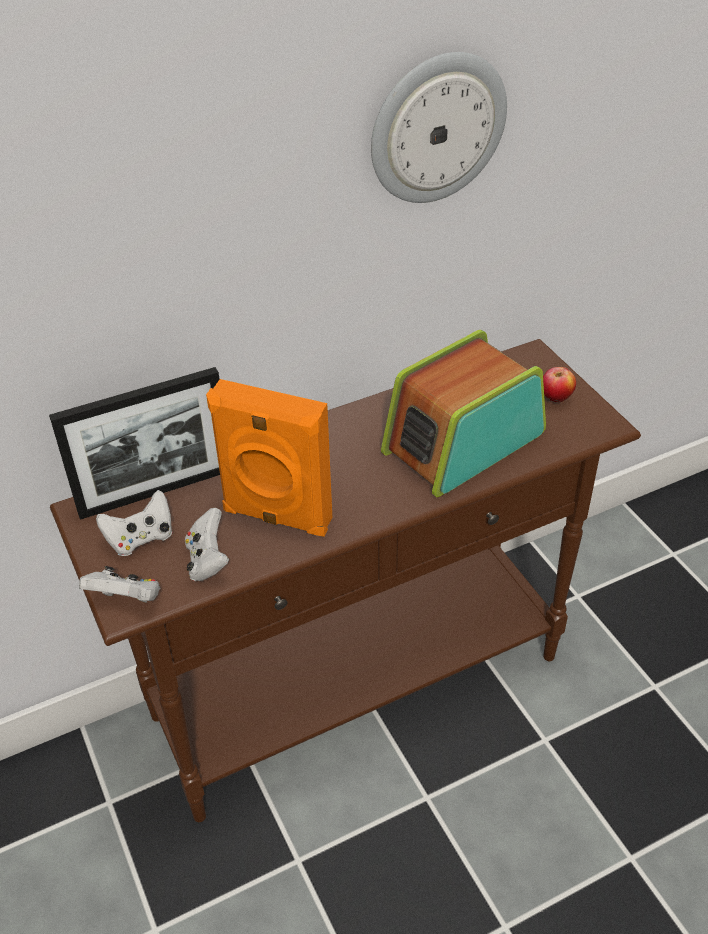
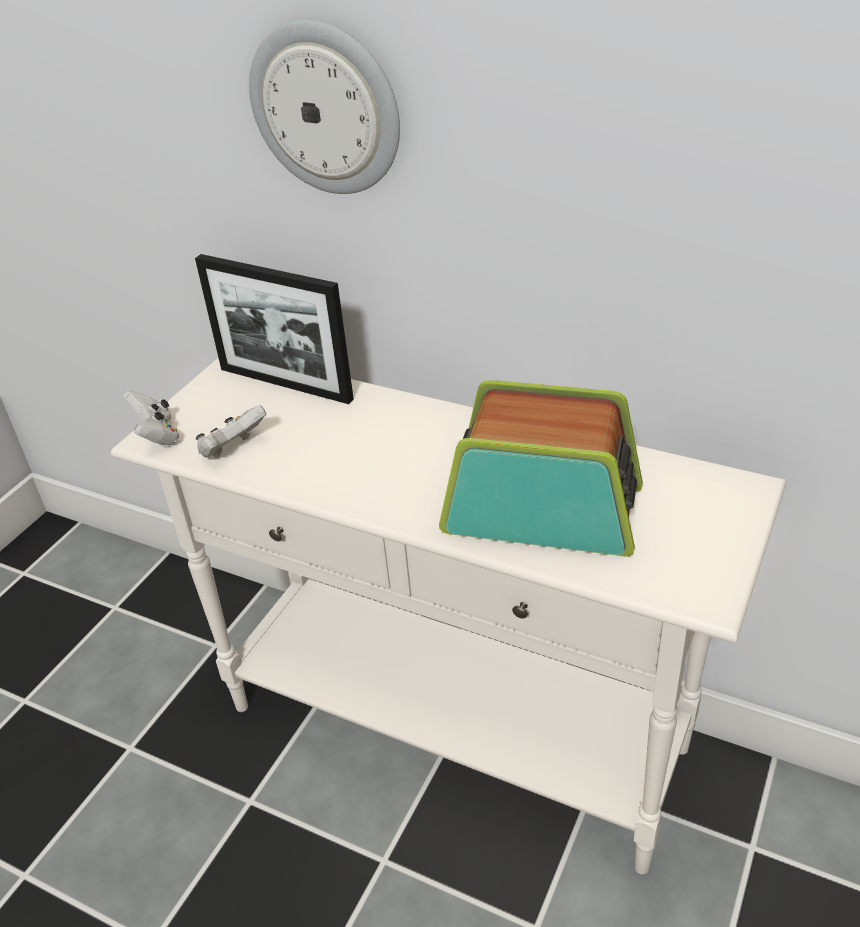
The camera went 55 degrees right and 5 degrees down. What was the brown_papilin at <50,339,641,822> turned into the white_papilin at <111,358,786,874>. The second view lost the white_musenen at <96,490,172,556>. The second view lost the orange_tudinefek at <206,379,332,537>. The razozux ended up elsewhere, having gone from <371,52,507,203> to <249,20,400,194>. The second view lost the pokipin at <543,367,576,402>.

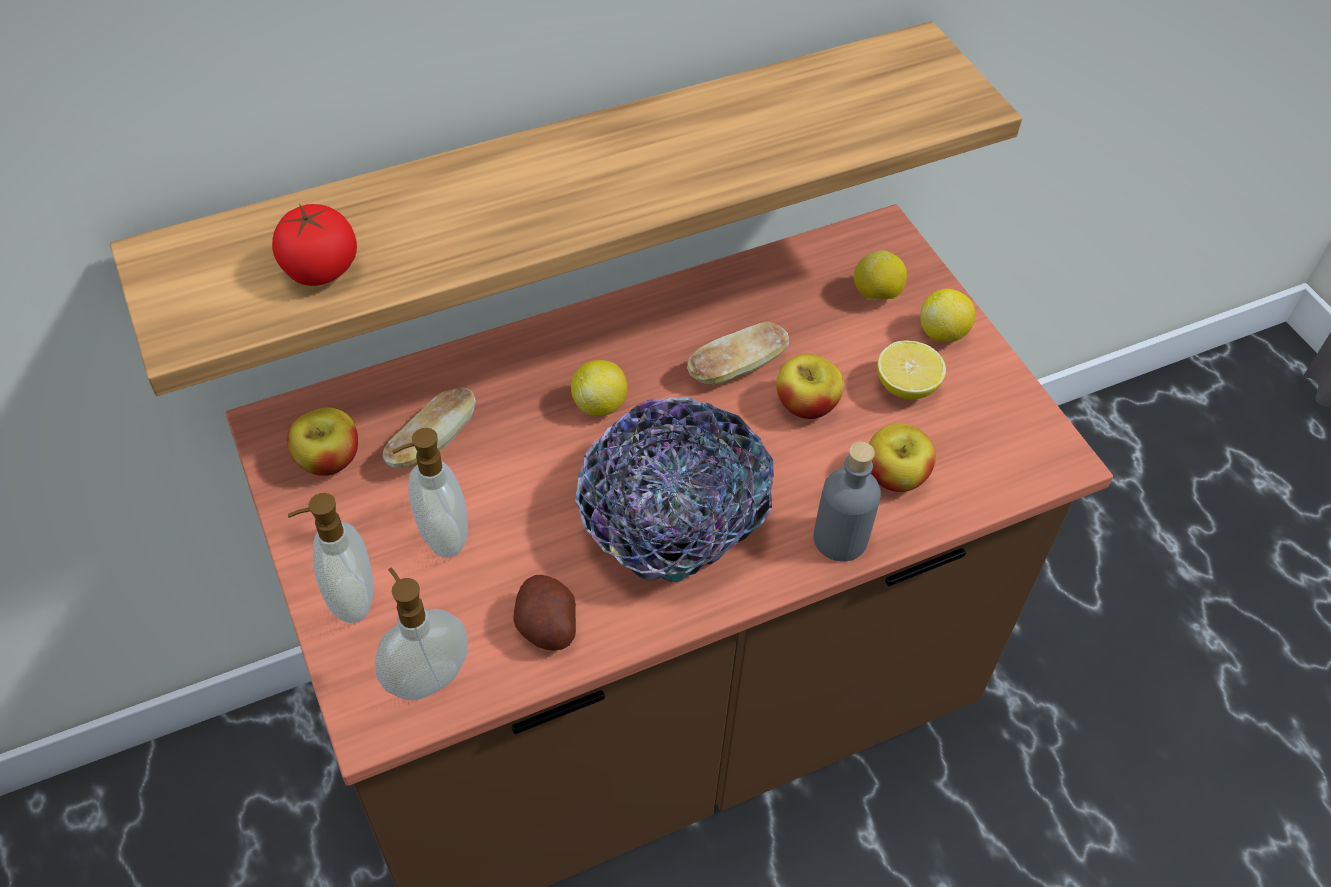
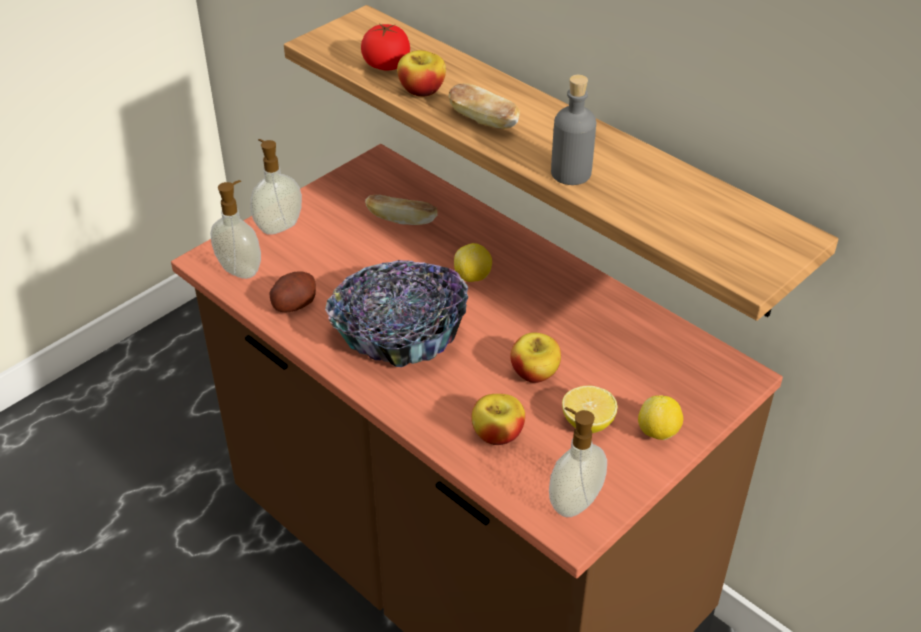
The camera went 70 degrees right and 10 degrees down. The pokipin ended up elsewhere, having gone from <287,407,358,476> to <397,50,446,97>. The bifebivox ended up elsewhere, having gone from <392,428,468,558> to <549,407,607,517>. The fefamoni ended up elsewhere, having gone from <687,321,789,385> to <448,83,520,129>. The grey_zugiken ended up elsewhere, having gone from <813,442,881,562> to <551,75,596,185>. The second view lost the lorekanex at <854,250,907,300>.

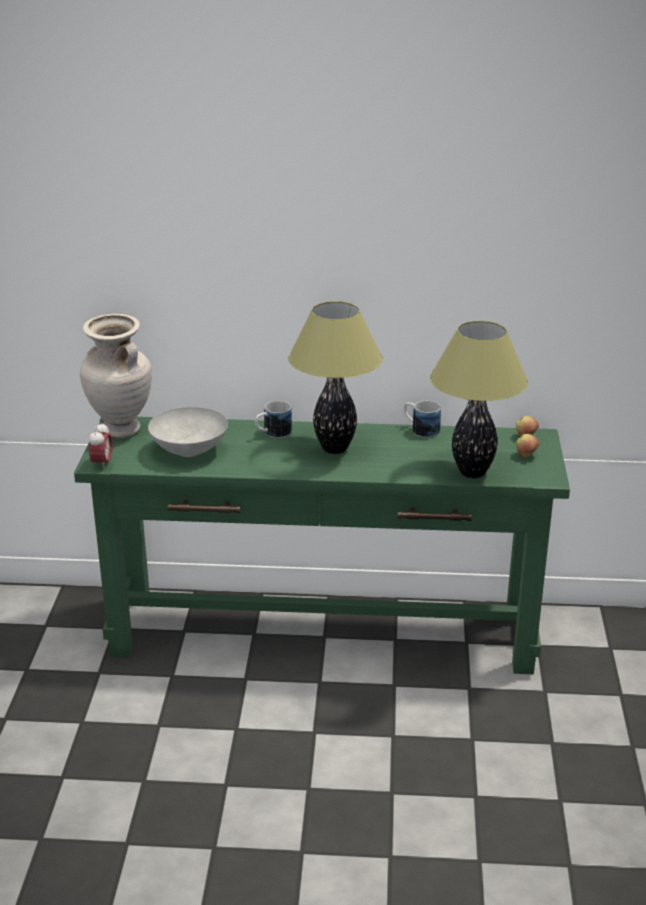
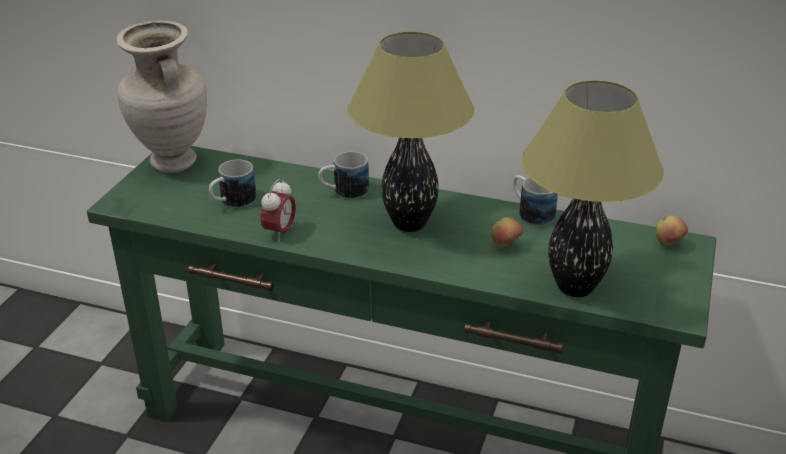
The camera went 15 degrees right and 5 degrees up. The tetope ended up elsewhere, having gone from <89,421,113,470> to <261,179,296,241>. Where the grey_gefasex stood at <148,407,228,457>, the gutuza came to stand at <209,159,256,208>. The pokipin ended up elsewhere, having gone from <516,434,539,458> to <492,217,523,248>.

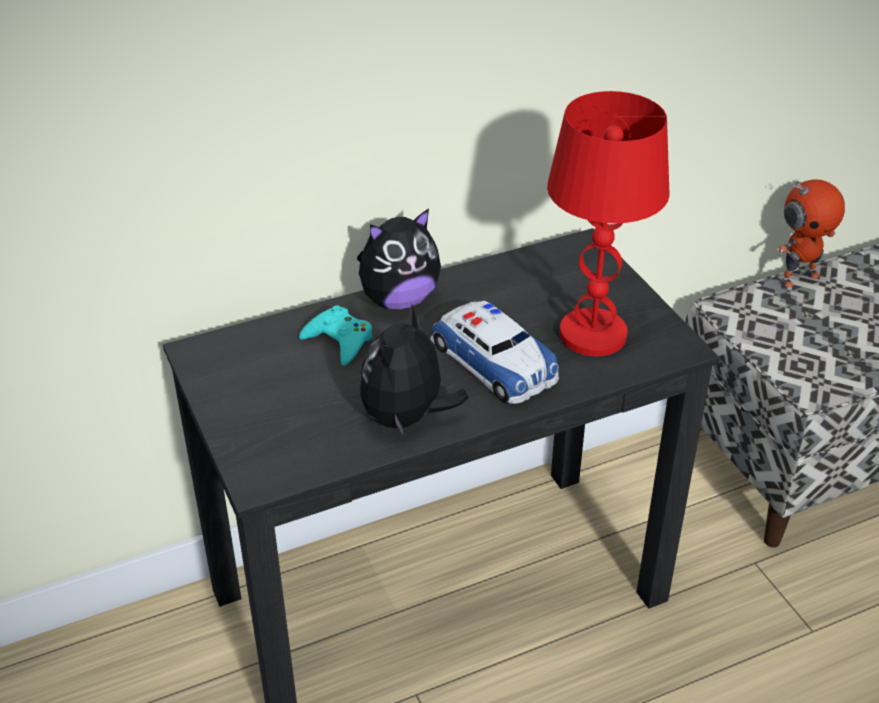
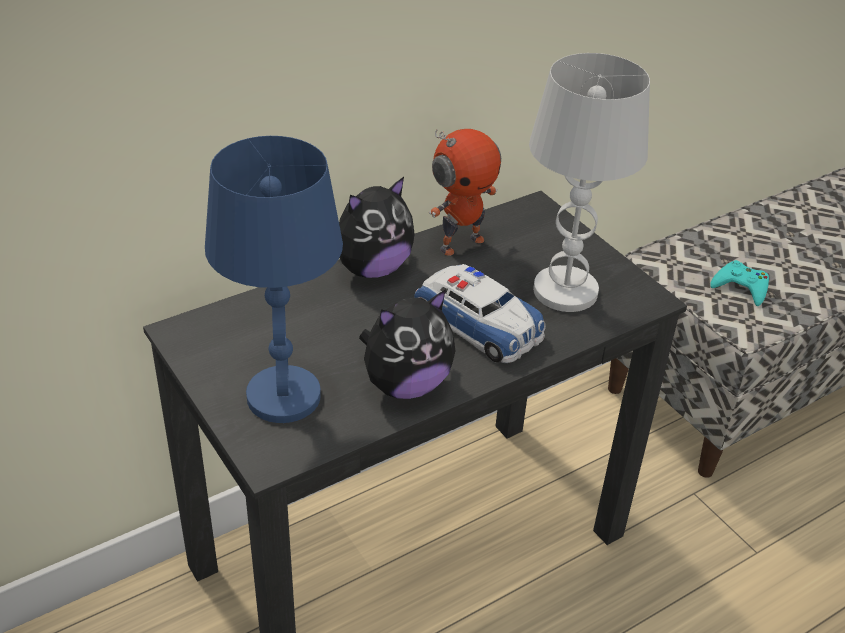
The camera went 10 degrees left and 0 degrees up. The turquoise_musenen ended up elsewhere, having gone from <299,305,372,366> to <710,260,769,306>. The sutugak at <360,304,469,436> ended up facing another way, 135 degrees counterclockwise from before. What was the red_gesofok at <547,91,670,356> turned into the white_gesofok at <529,53,650,312>. The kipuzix ended up elsewhere, having gone from <777,180,845,288> to <429,129,501,256>. The second view gained the blue_gesofok at <205,136,343,423>.

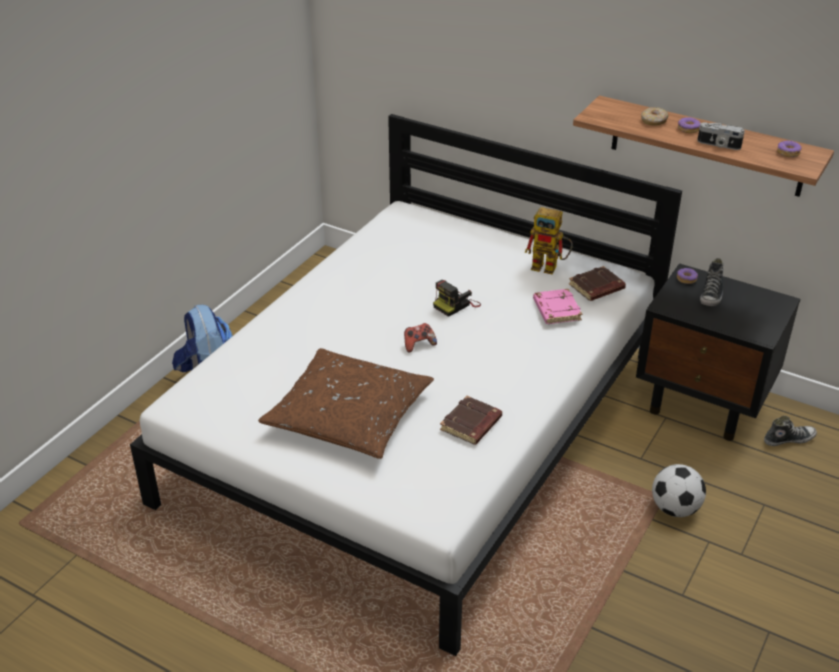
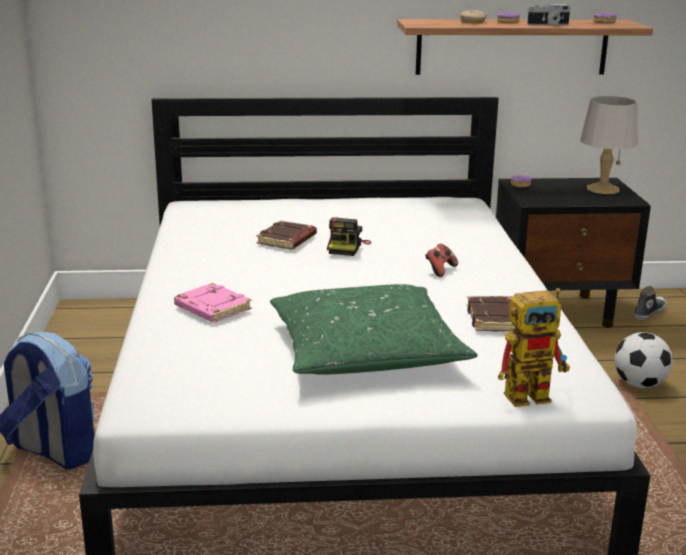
The camera went 35 degrees left and 15 degrees down. What was the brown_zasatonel at <258,348,434,459> turned into the green_zasatonel at <270,284,478,375>. The musenen ended up elsewhere, having gone from <404,323,437,353> to <425,243,458,277>. The kipuzix ended up elsewhere, having gone from <524,207,573,275> to <498,288,570,407>. The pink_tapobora ended up elsewhere, having gone from <533,289,582,324> to <174,283,252,323>. The brown_tapobora ended up elsewhere, having gone from <569,266,626,301> to <256,221,317,249>. The second view lost the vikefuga at <700,258,724,306>. The second view gained the grey_gesofok at <580,96,638,194>.

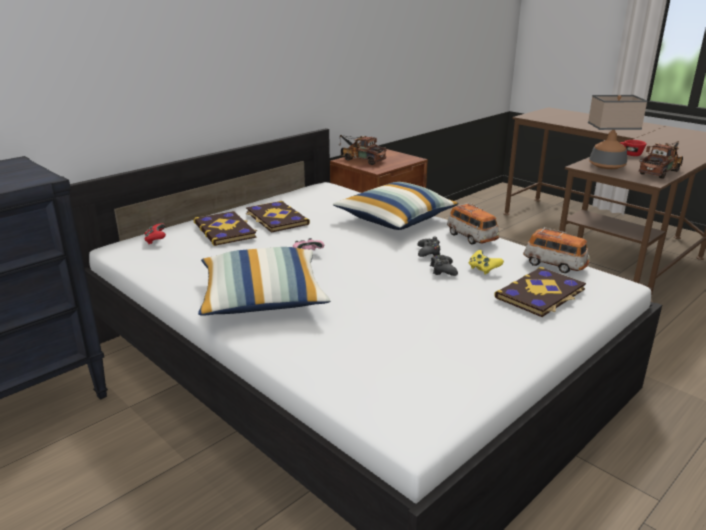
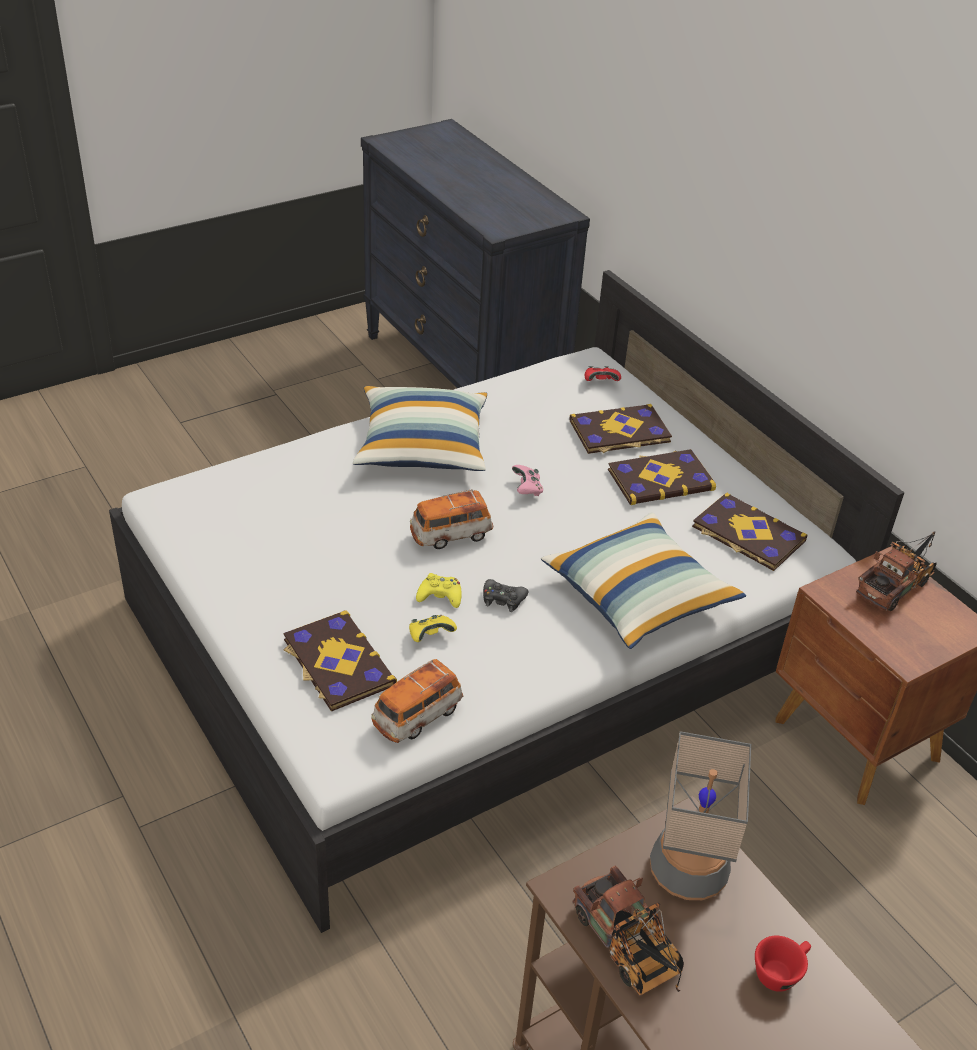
The camera went 100 degrees right and 15 degrees up. What was the black_musenen at <430,255,458,276> turned into the yellow_musenen at <416,573,462,608>. The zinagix ended up elsewhere, having gone from <447,202,499,244> to <410,489,493,549>. The second view gained the tapobora at <692,492,807,571>.

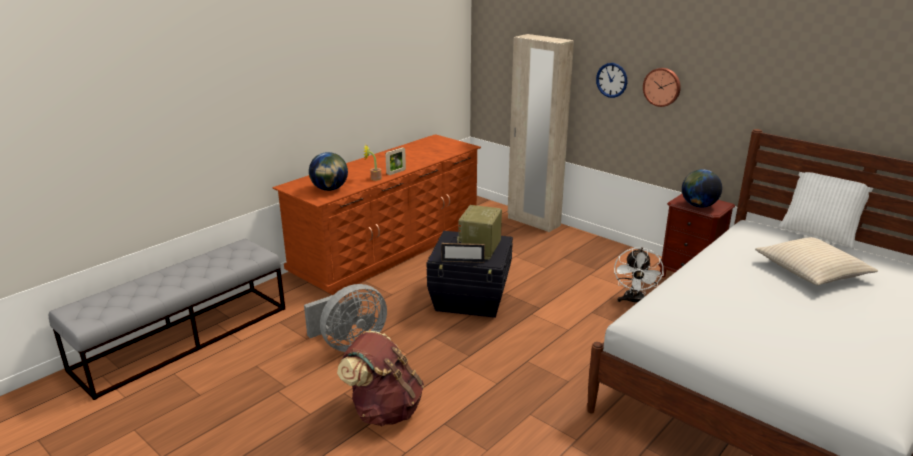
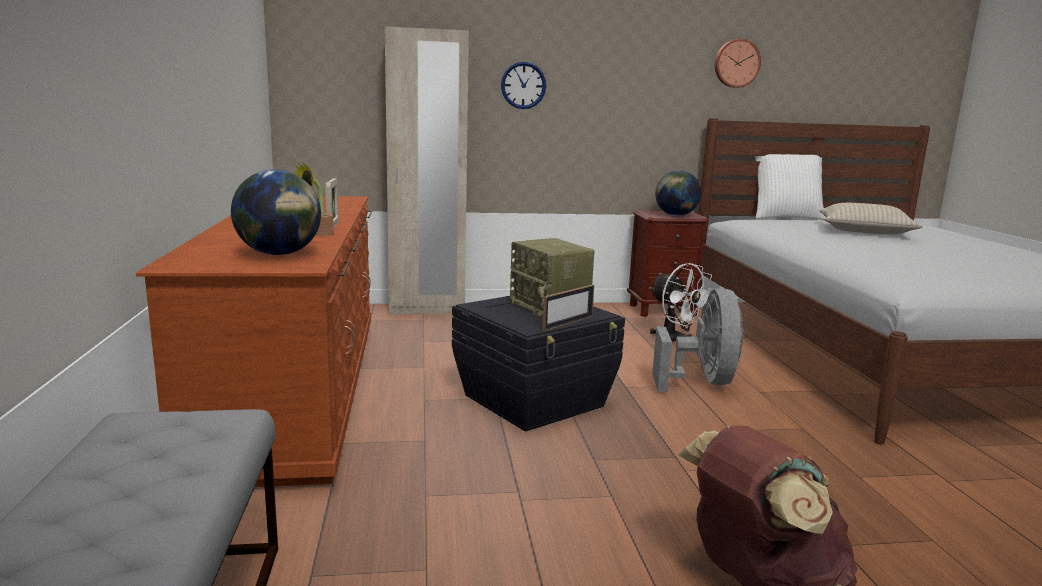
The camera went 50 degrees left and 10 degrees down. The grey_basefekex ended up elsewhere, having gone from <304,284,387,352> to <652,288,744,392>. The razozux ended up elsewhere, having gone from <643,68,681,107> to <715,39,761,88>.

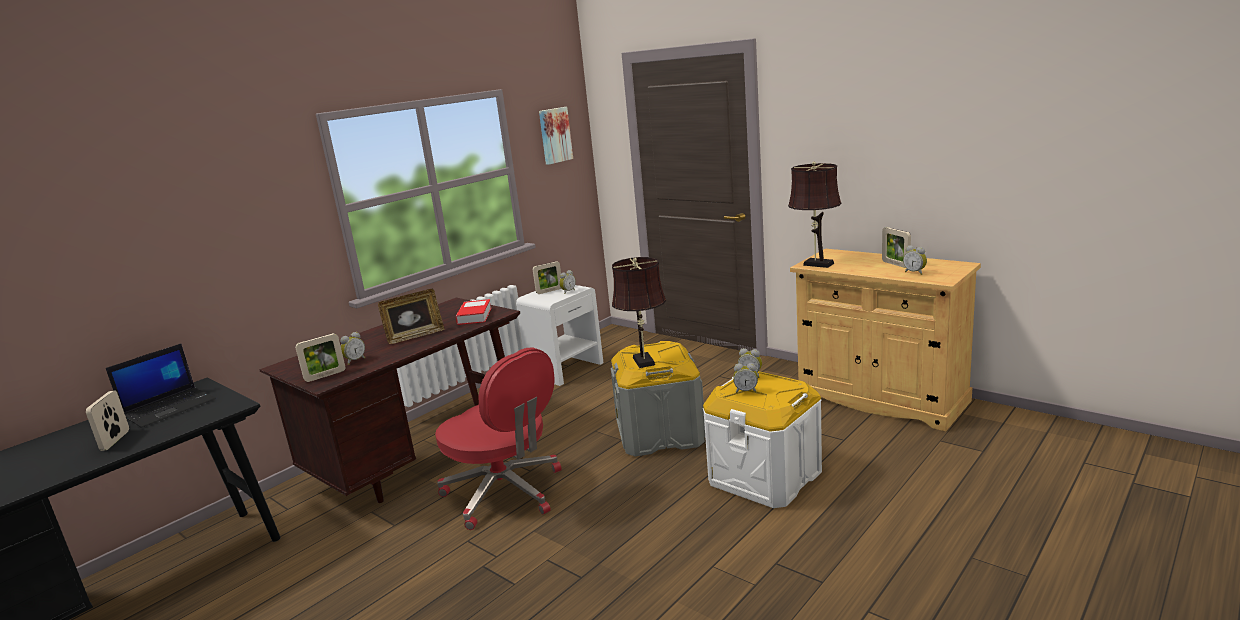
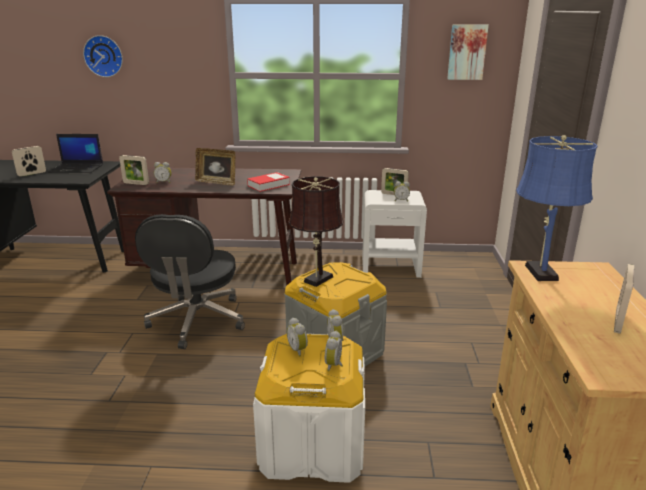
The camera went 50 degrees right and 5 degrees up. What was the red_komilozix at <435,348,562,530> turned into the black_komilozix at <135,214,245,349>. What was the brown_gesofok at <788,161,842,268> turned into the blue_gesofok at <516,135,597,281>. The tetope ended up elsewhere, having gone from <903,245,927,275> to <325,331,343,372>. The second view gained the razozux at <83,35,123,77>.

